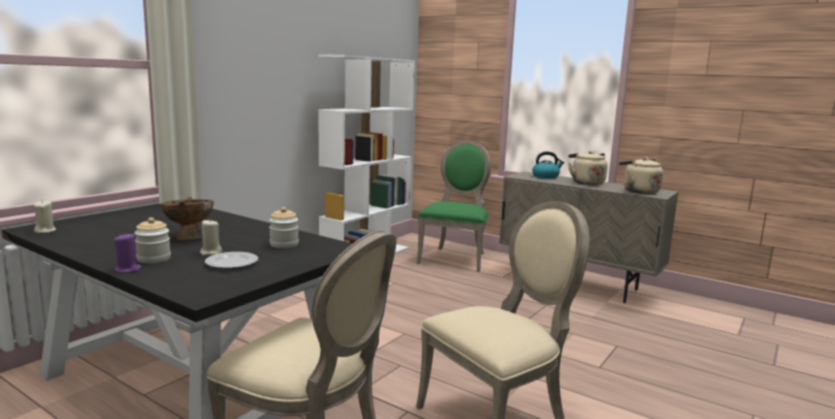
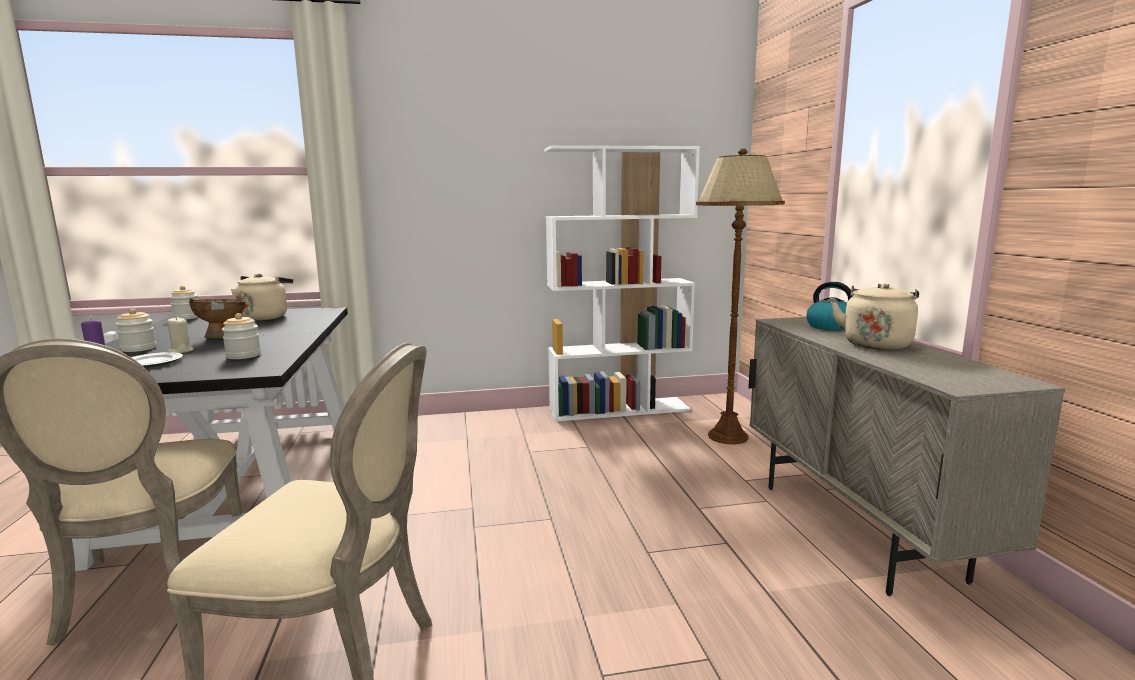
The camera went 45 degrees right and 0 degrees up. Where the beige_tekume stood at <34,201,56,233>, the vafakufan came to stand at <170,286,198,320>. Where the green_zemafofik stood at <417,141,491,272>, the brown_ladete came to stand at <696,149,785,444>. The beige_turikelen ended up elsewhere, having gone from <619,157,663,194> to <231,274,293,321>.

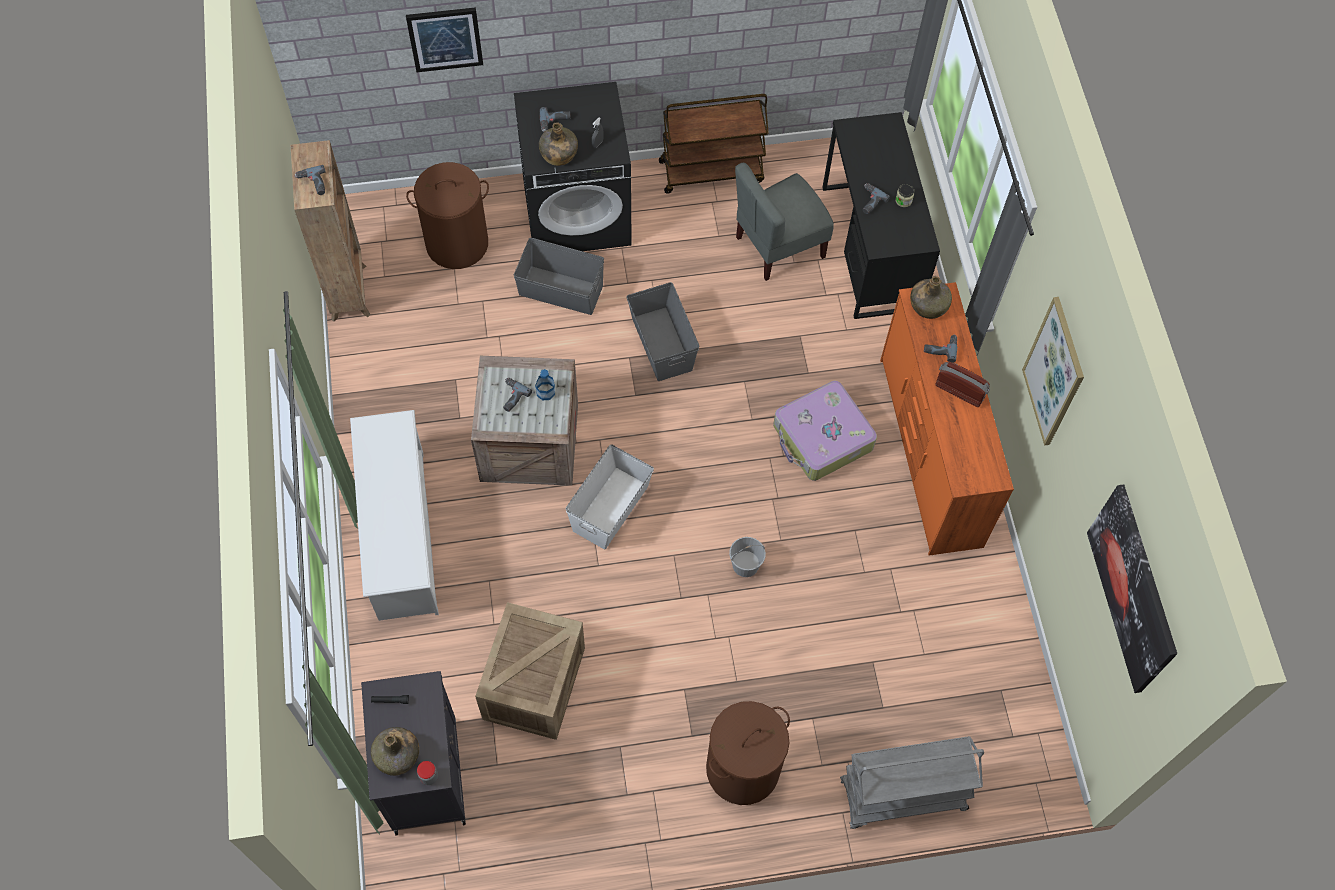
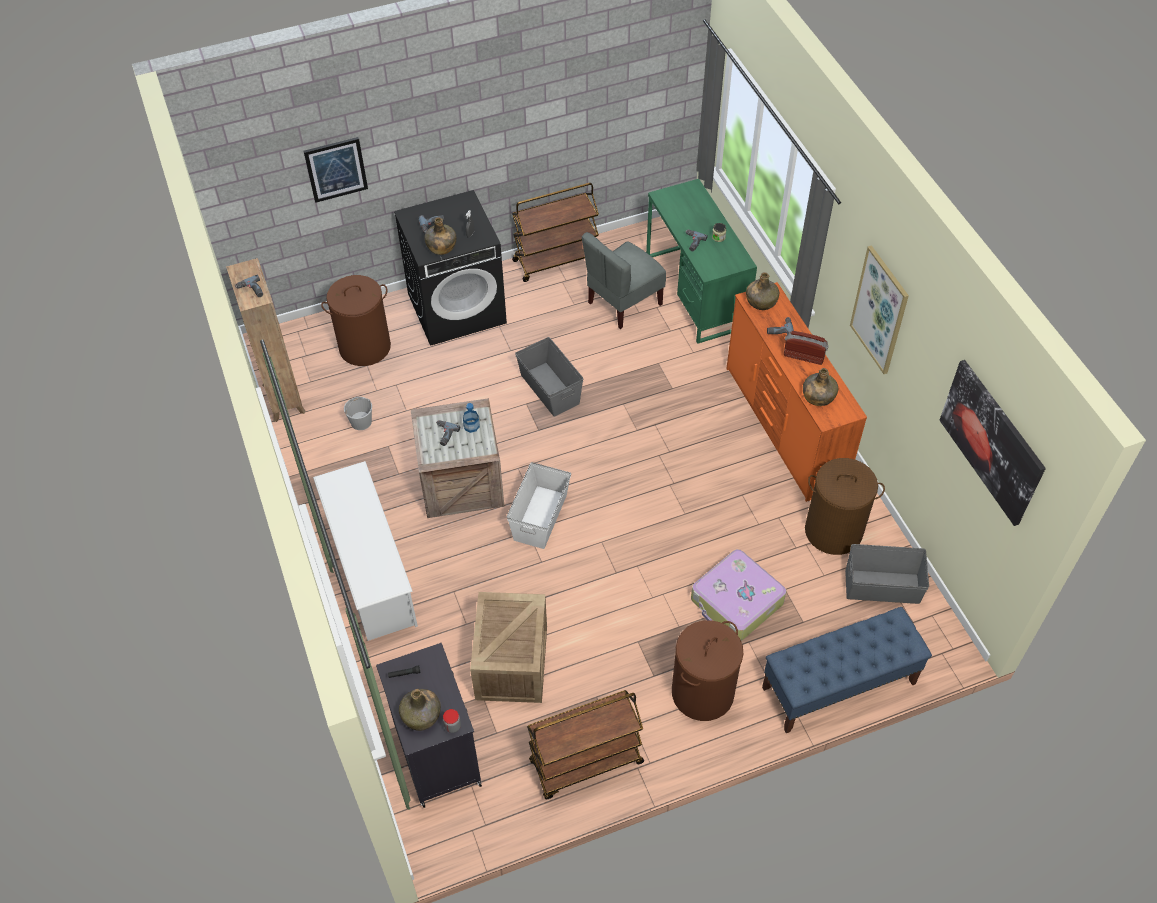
The camera went 10 degrees left and 10 degrees down. The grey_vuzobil ended up elsewhere, having gone from <514,238,604,315> to <845,544,929,604>. The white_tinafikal ended up elsewhere, having gone from <729,537,766,577> to <344,397,372,430>. The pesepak ended up elsewhere, having gone from <773,381,877,481> to <691,549,786,641>. What was the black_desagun at <822,112,940,319> turned into the green_desagun at <646,179,757,344>. Where the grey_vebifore stood at <840,736,984,829>, the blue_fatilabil came to stand at <762,607,932,733>. The second view gained the brown_vebifore at <527,690,644,799>. The second view gained the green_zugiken at <803,368,838,406>. The second view gained the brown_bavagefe at <805,458,885,555>.

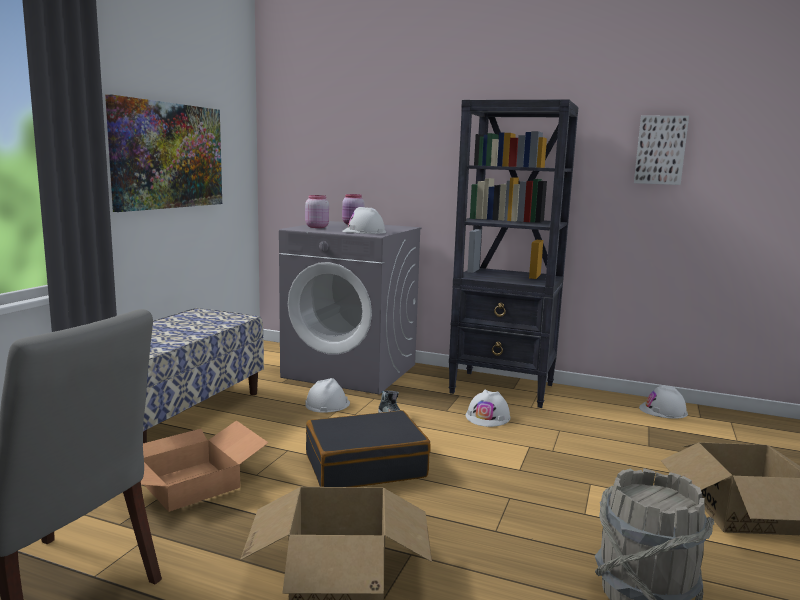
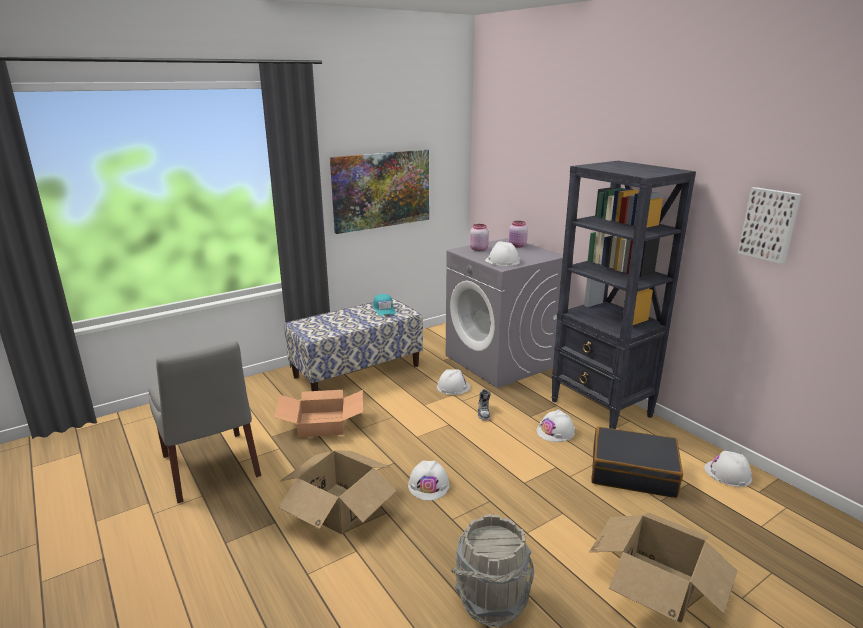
The camera went 35 degrees right and 10 degrees up. The black_pesepak ended up elsewhere, having gone from <306,410,431,487> to <591,427,683,498>. The second view gained the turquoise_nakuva at <373,294,396,316>. The second view gained the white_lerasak at <408,460,450,500>.

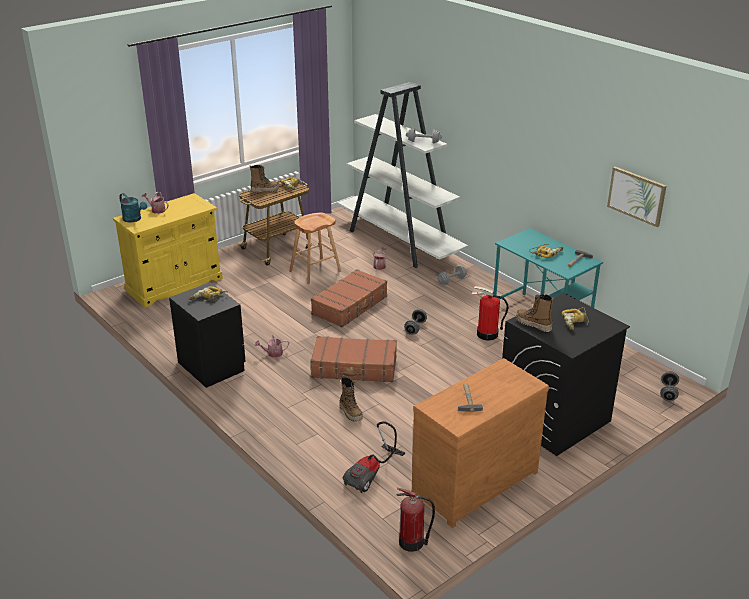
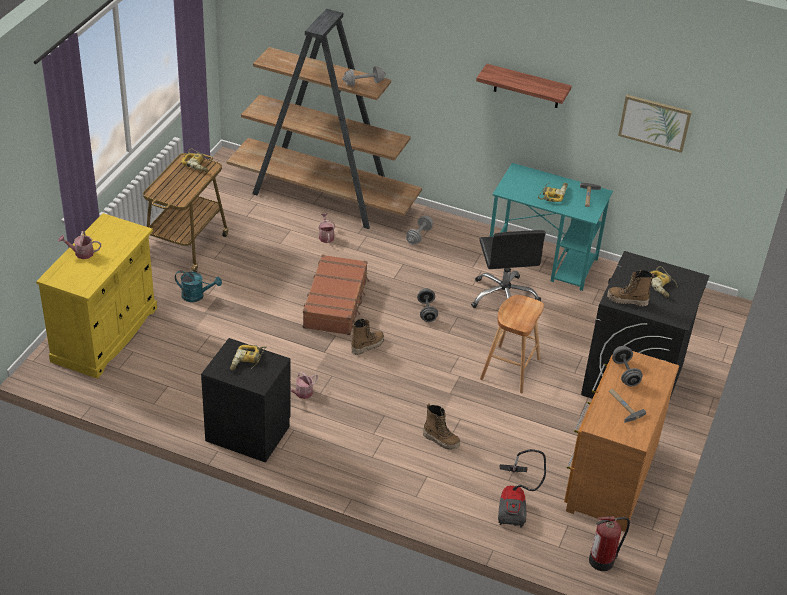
The camera went 30 degrees left and 10 degrees up. The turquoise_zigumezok ended up elsewhere, having gone from <119,193,147,222> to <175,271,222,302>. The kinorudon ended up elsewhere, having gone from <250,165,279,193> to <351,319,384,355>. The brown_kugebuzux ended up elsewhere, having gone from <290,213,341,284> to <480,295,544,393>. The second view lost the brown_pesepak at <310,336,397,382>. What was the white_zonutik at <338,82,468,268> turned into the brown_zonutik at <227,9,422,229>. Where the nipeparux stood at <471,286,508,340>, the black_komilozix came to stand at <471,230,546,308>. The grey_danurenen ended up elsewhere, having gone from <660,371,679,401> to <612,346,642,386>. The second view gained the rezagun at <476,64,572,108>.

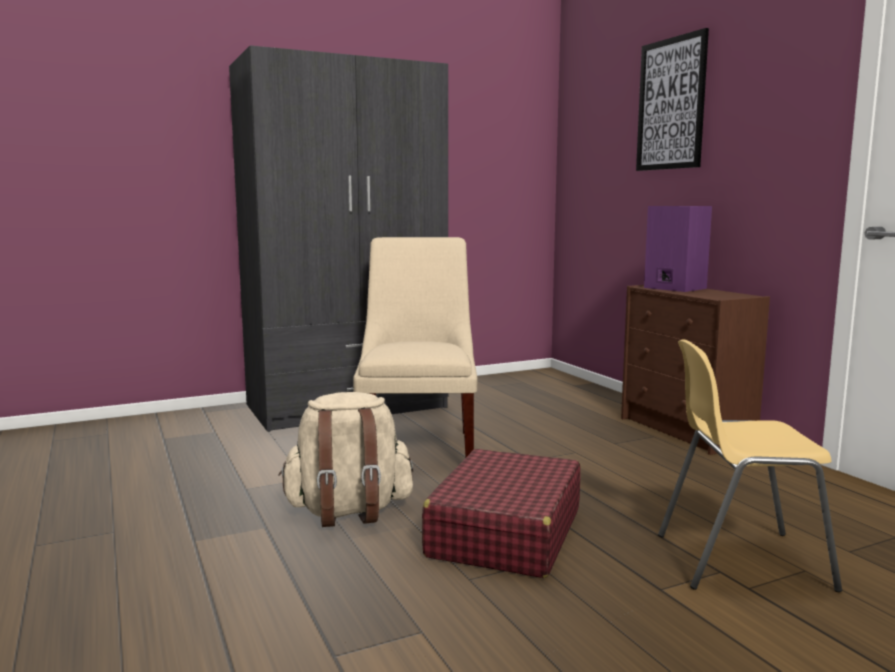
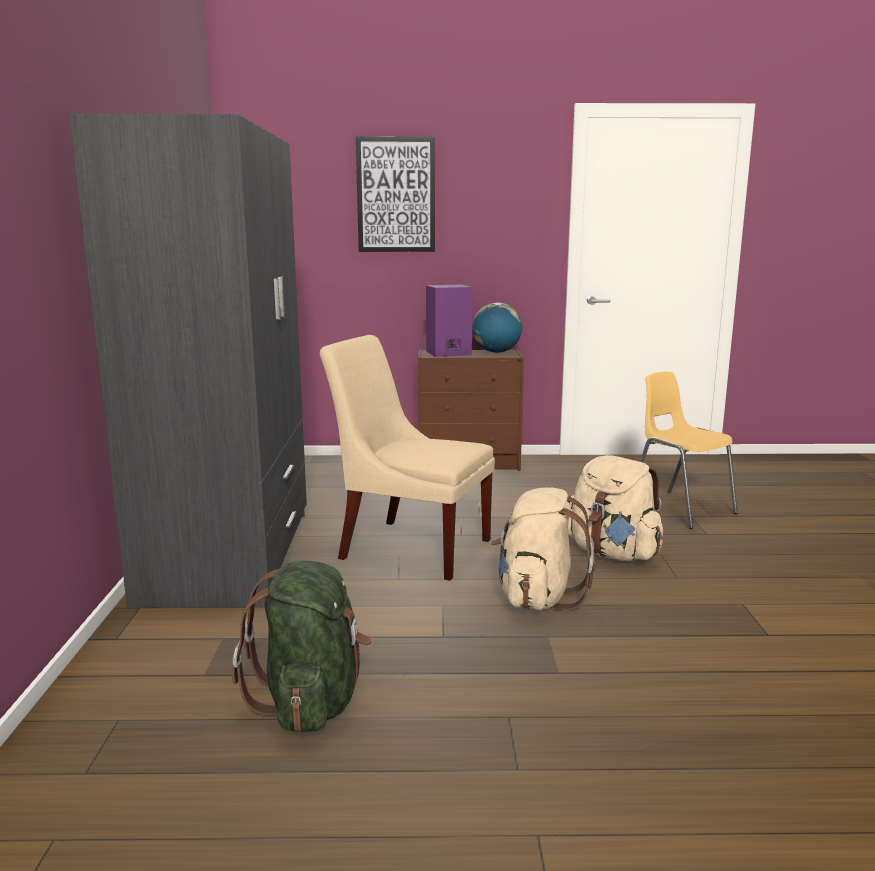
The camera went 65 degrees left and 5 degrees up. Where the red_pesepak stood at <422,449,581,578>, the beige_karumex came to stand at <568,455,663,561>. The yellow_zemafofik at <658,339,842,592> ended up facing another way, 120 degrees clockwise from before. The second view gained the green_karumex at <232,560,371,733>. The second view gained the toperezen at <472,303,522,353>.

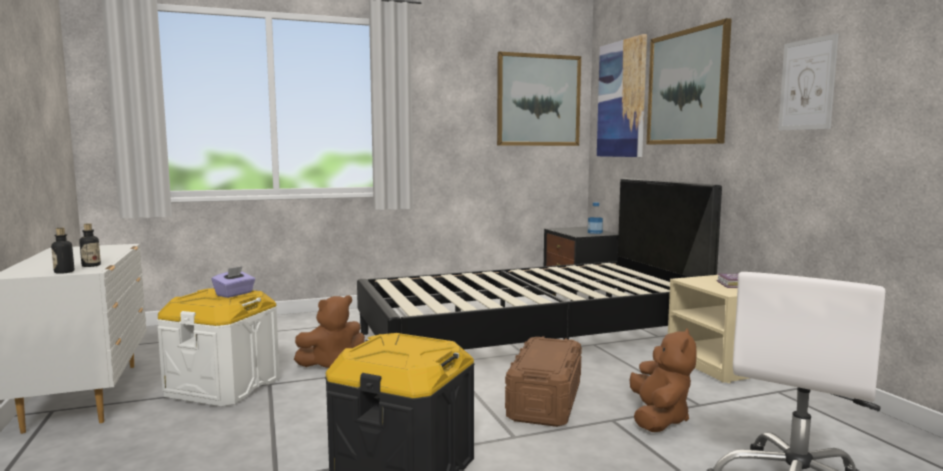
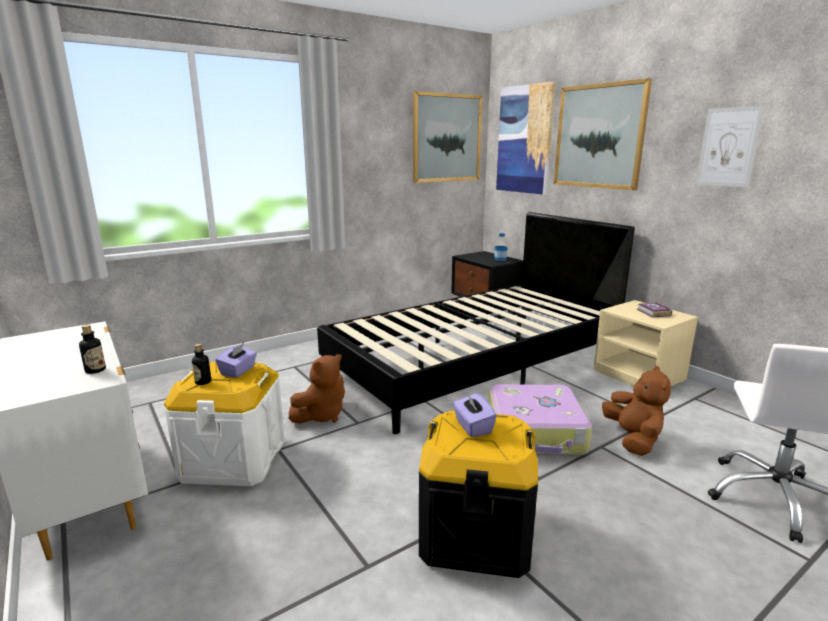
The camera went 15 degrees left and 10 degrees up. The zugiken ended up elsewhere, having gone from <51,228,74,274> to <192,344,211,385>. Where the brown_vuzobil stood at <505,336,582,427>, the pesepak came to stand at <489,384,592,456>. The second view gained the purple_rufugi at <453,393,497,437>.

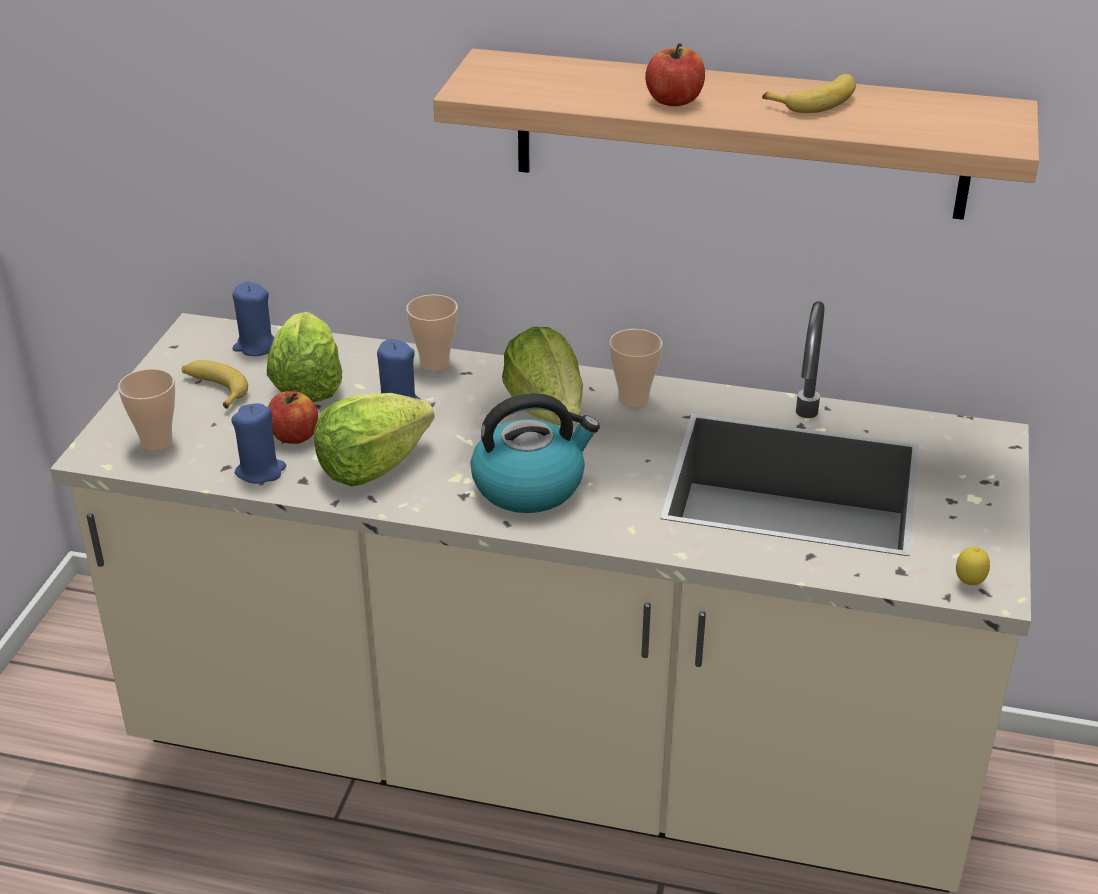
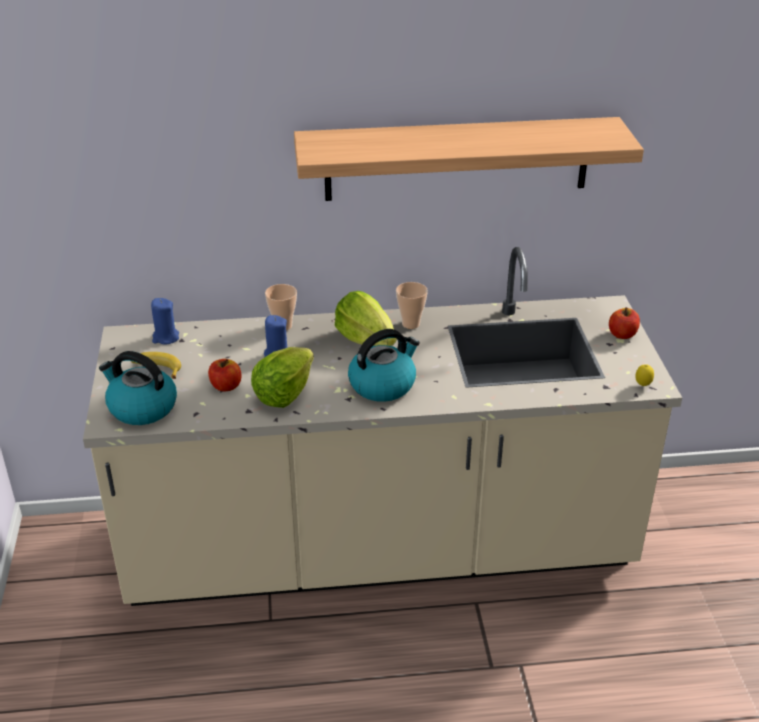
The camera went 20 degrees left and 0 degrees up. Where the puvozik stood at <118,369,175,451>, the turikelen came to stand at <99,351,177,425>. The second view lost the blue_tekume at <231,403,286,483>. The second view lost the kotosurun at <267,312,342,402>. The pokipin ended up elsewhere, having gone from <645,43,705,106> to <609,307,640,339>. The second view lost the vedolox at <762,74,856,113>.

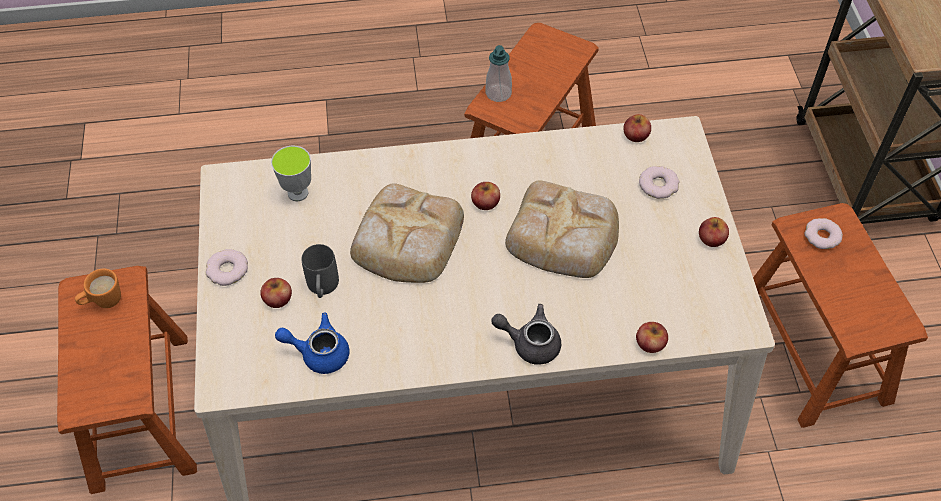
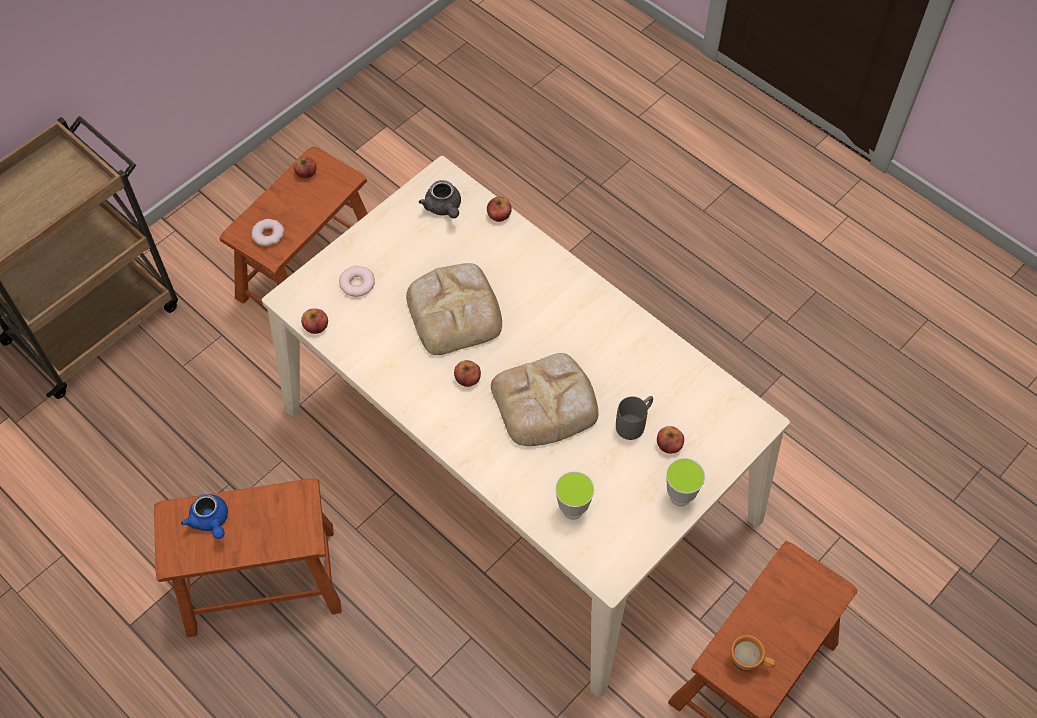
The camera went 130 degrees left and 5 degrees up. Where the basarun stood at <206,249,248,286>, the puvozik came to stand at <666,458,705,506>. The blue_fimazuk ended up elsewhere, having gone from <275,313,349,374> to <181,494,228,539>. The second view lost the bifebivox at <486,45,512,102>. The grey_fimazuk ended up elsewhere, having gone from <491,304,561,365> to <419,180,461,218>. The pokipin ended up elsewhere, having gone from <699,217,729,247> to <294,157,316,179>.

